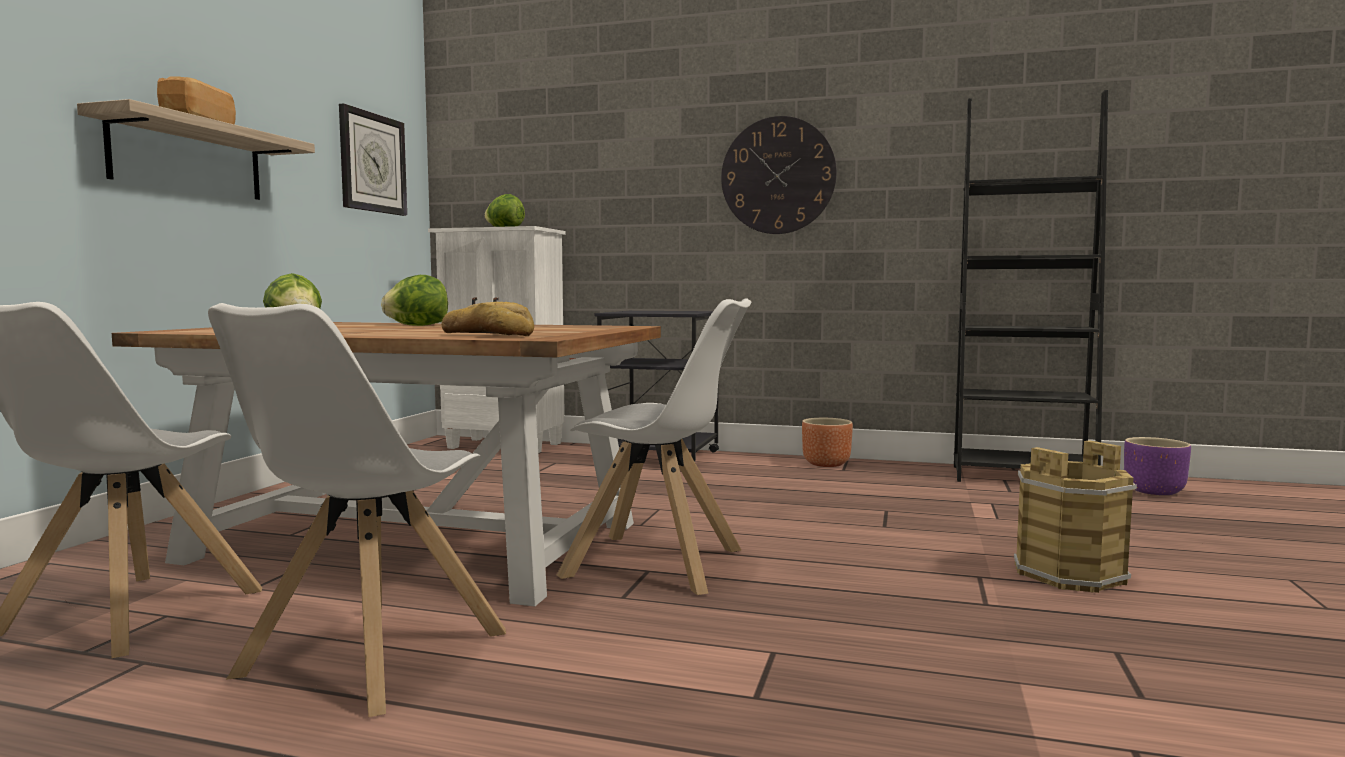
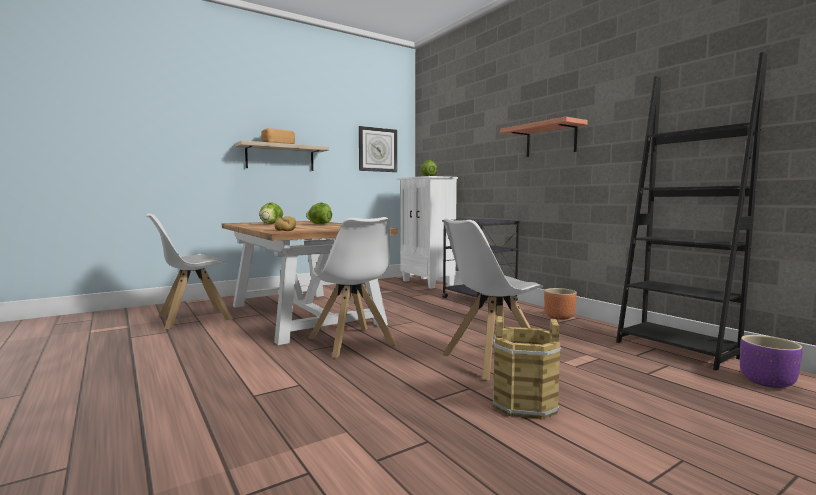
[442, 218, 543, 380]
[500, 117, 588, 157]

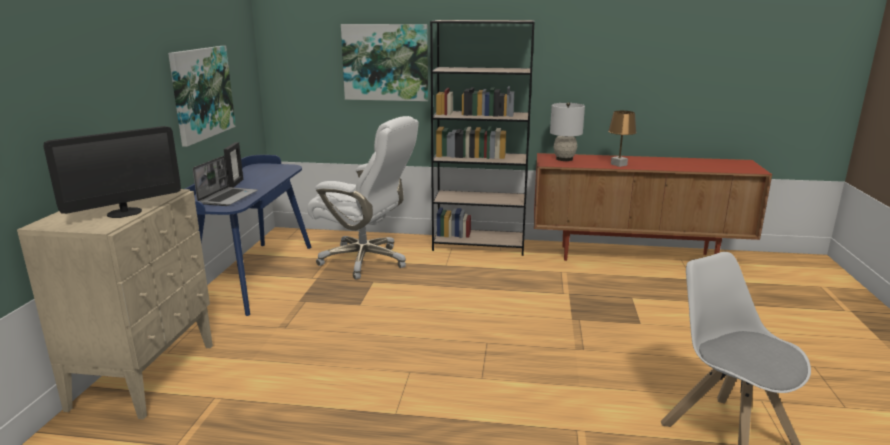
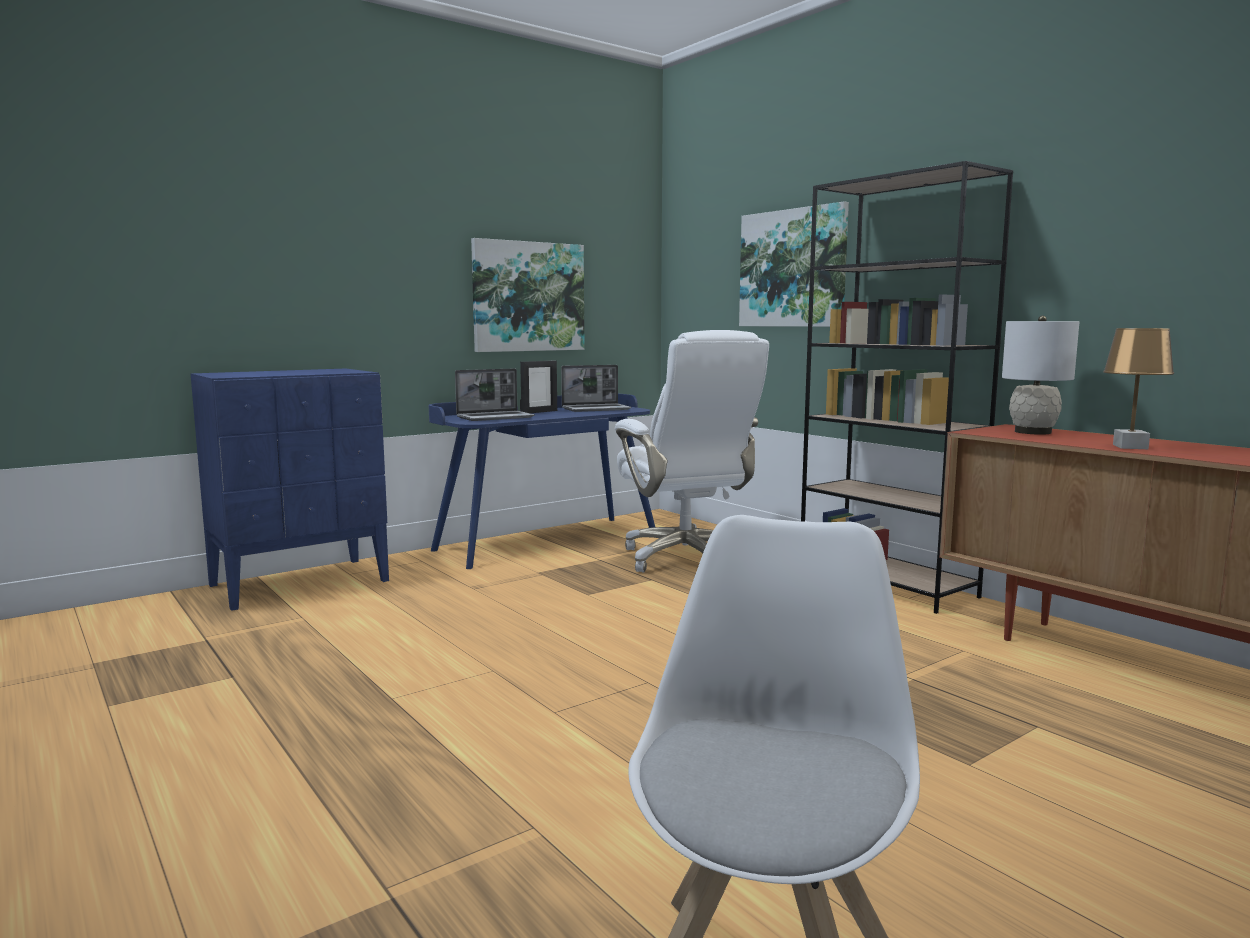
[190, 368, 389, 611]
[43, 126, 181, 218] (first image)
[561, 365, 631, 412]

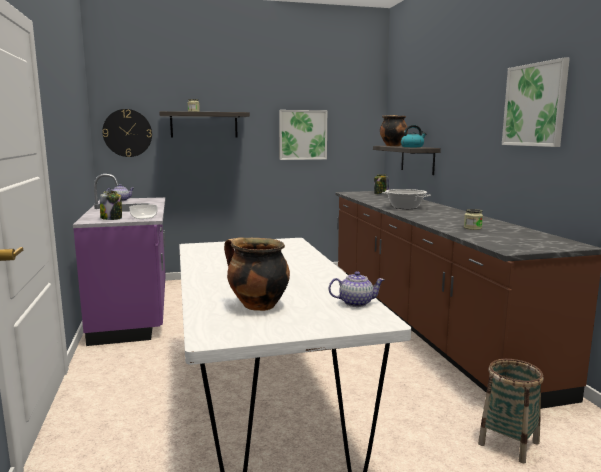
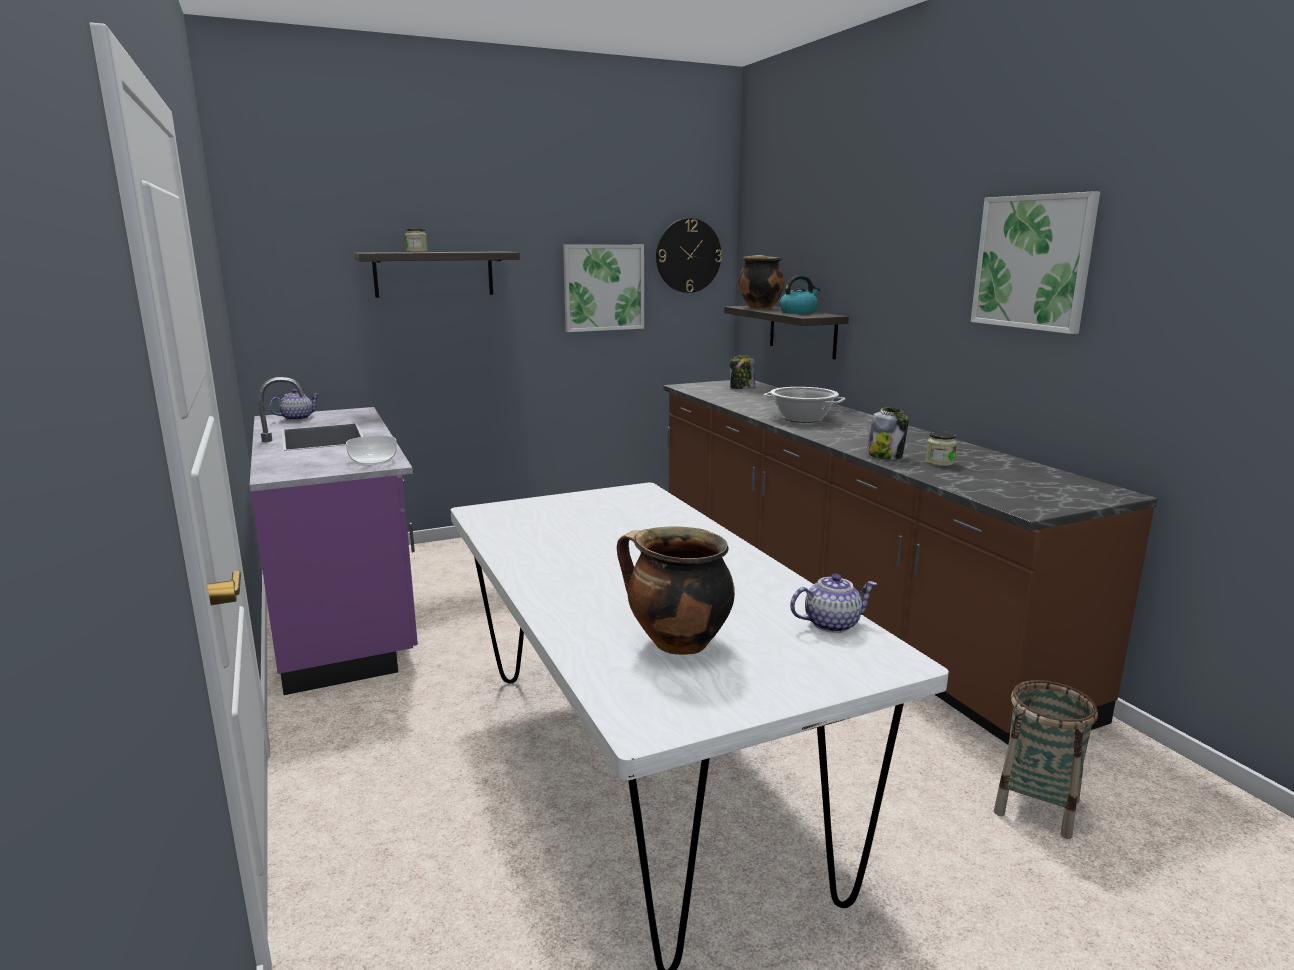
[866, 408, 909, 460]
[656, 218, 722, 293]

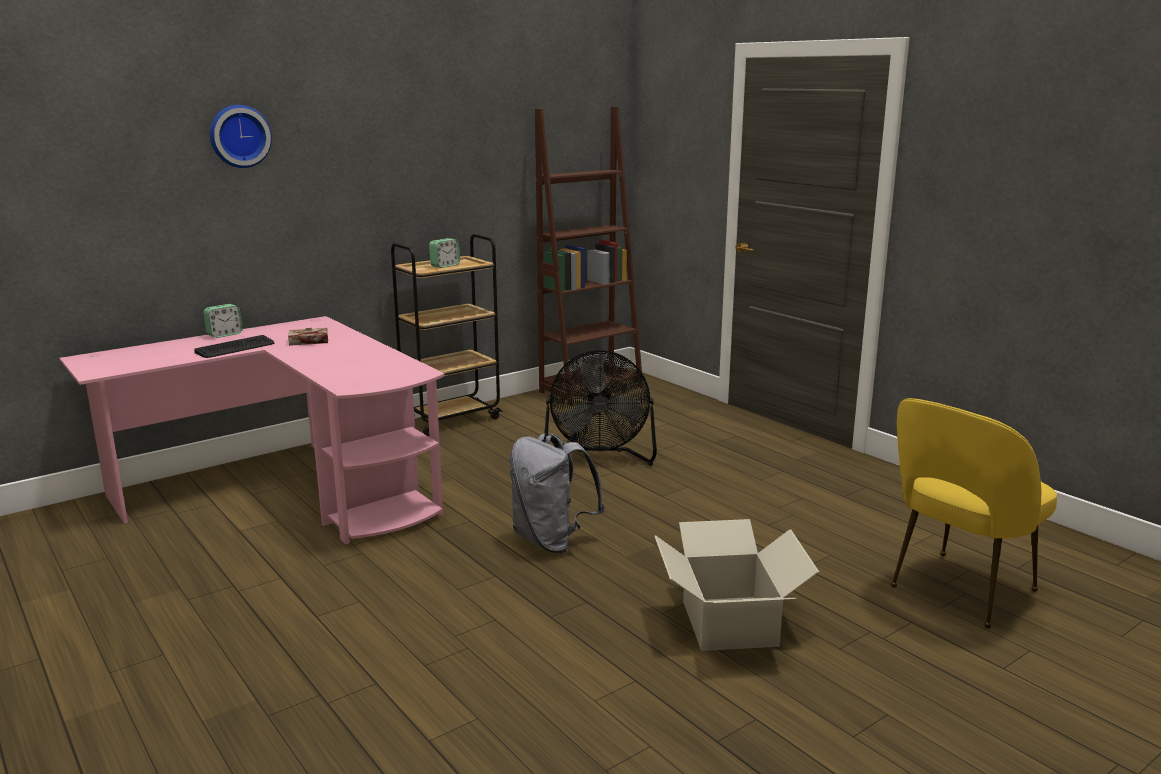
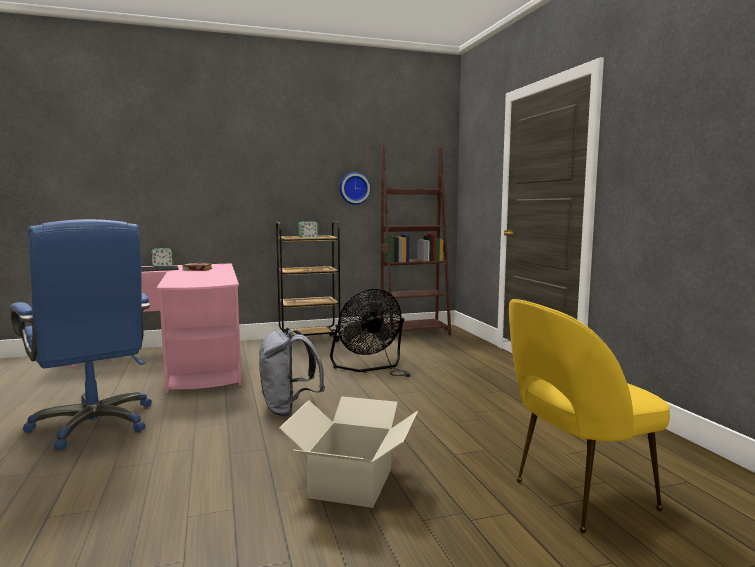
[340, 172, 371, 205]
[330, 289, 410, 377]
[9, 219, 152, 450]

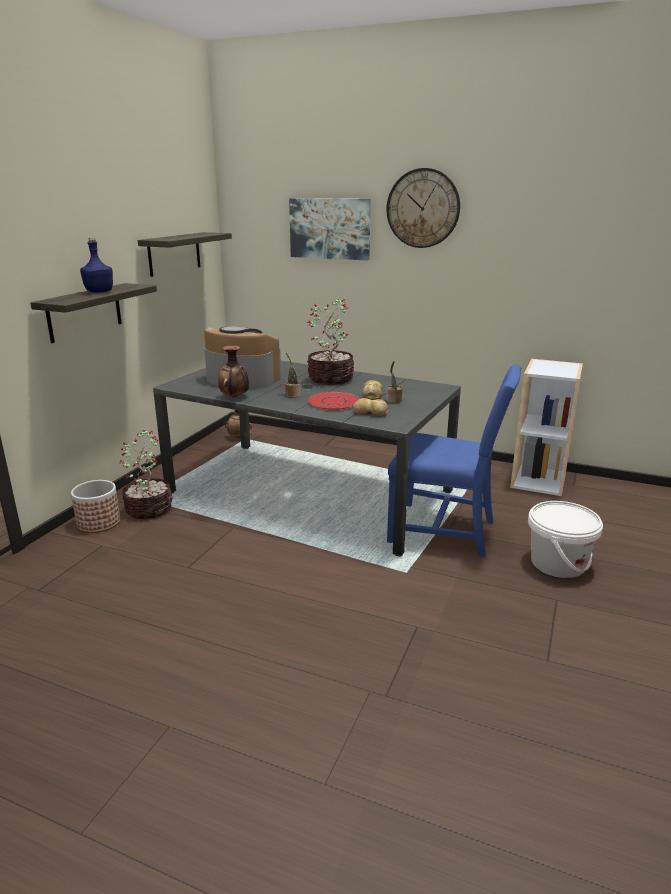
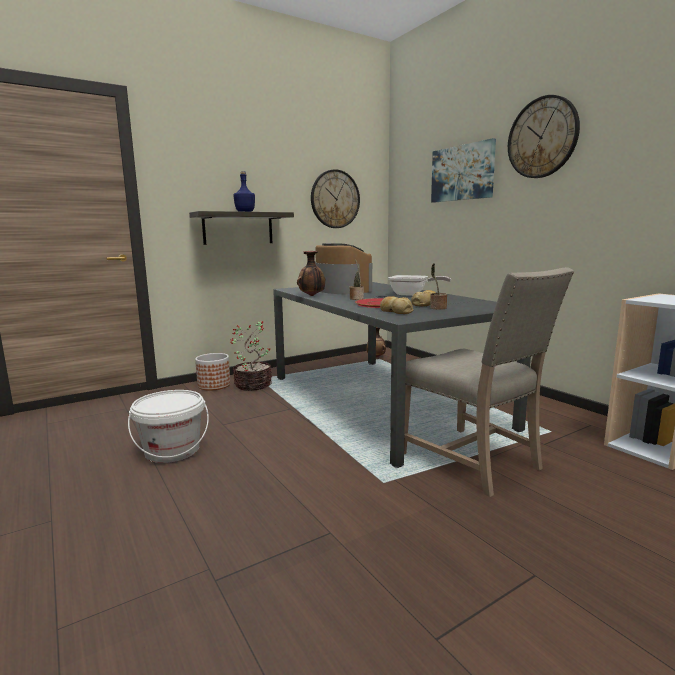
[311, 169, 360, 228]
[388, 275, 451, 296]
[404, 267, 574, 497]
[128, 390, 209, 463]

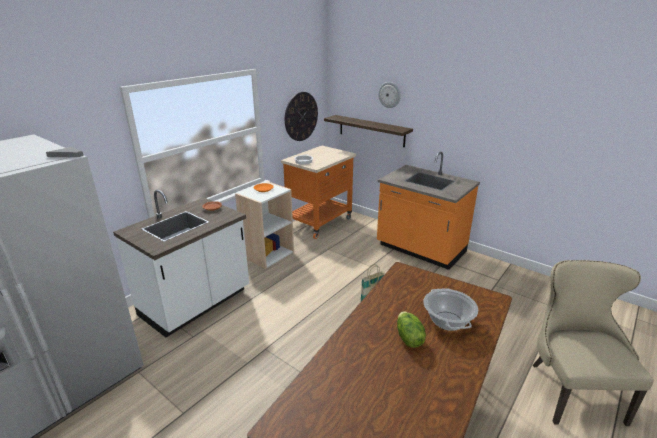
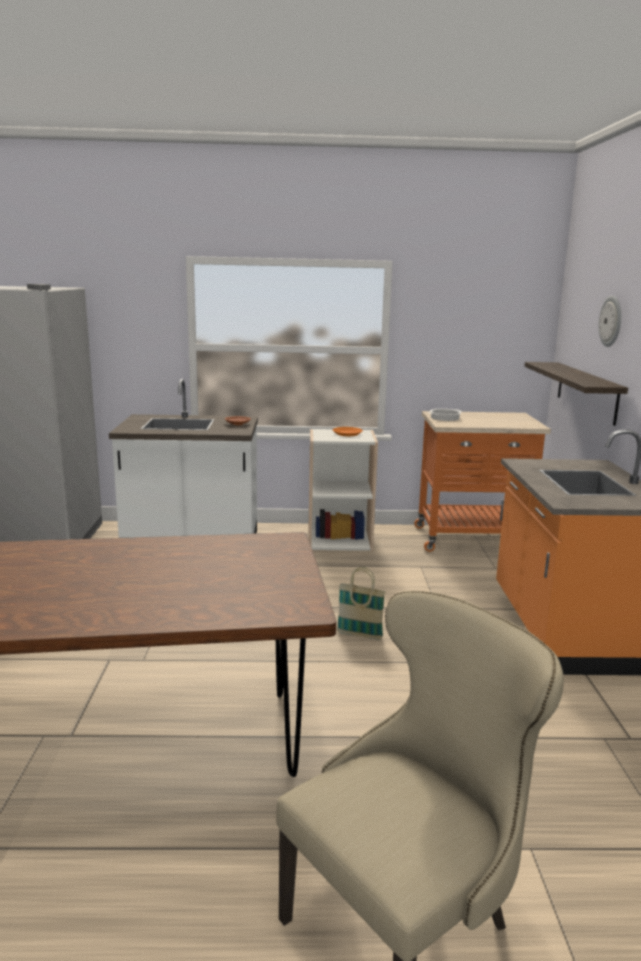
[285, 92, 318, 141] (first image)
[397, 311, 426, 348] (first image)
[424, 288, 478, 331] (first image)

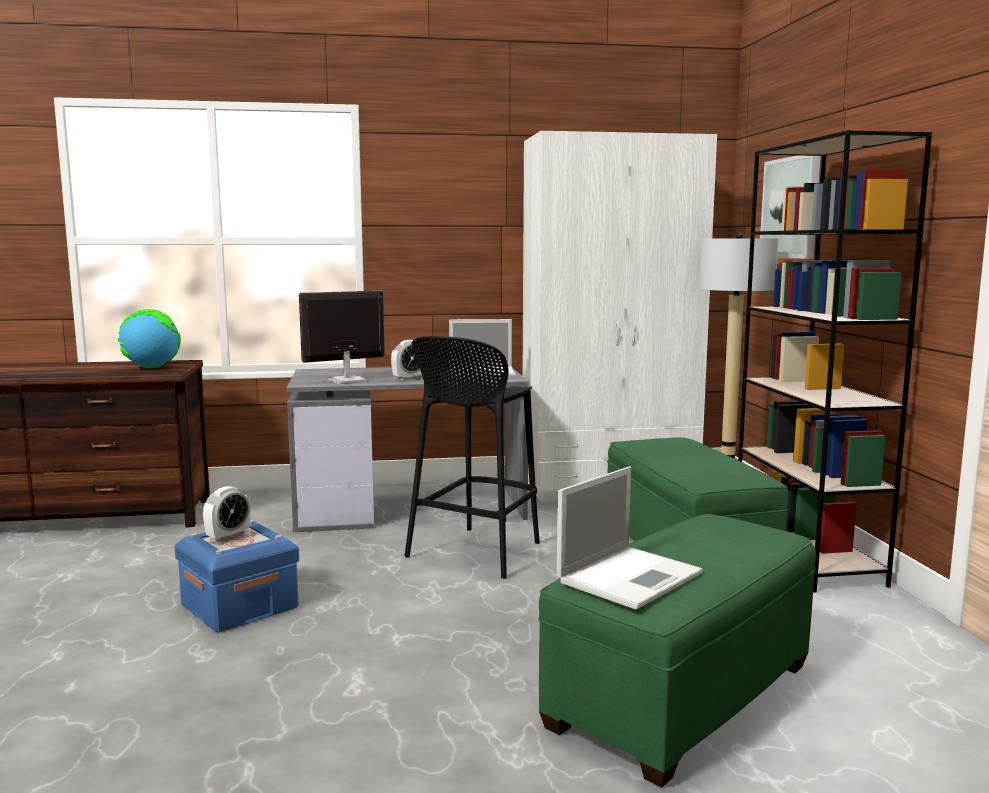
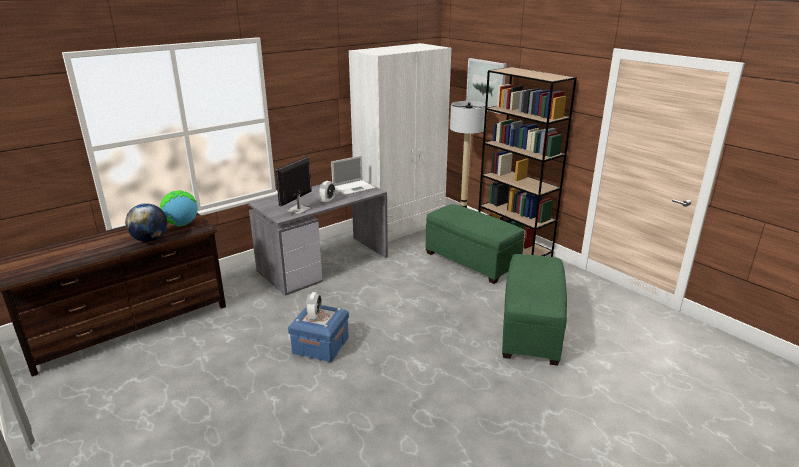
[404, 336, 540, 579] (first image)
[557, 467, 703, 610] (first image)
[125, 203, 167, 242]

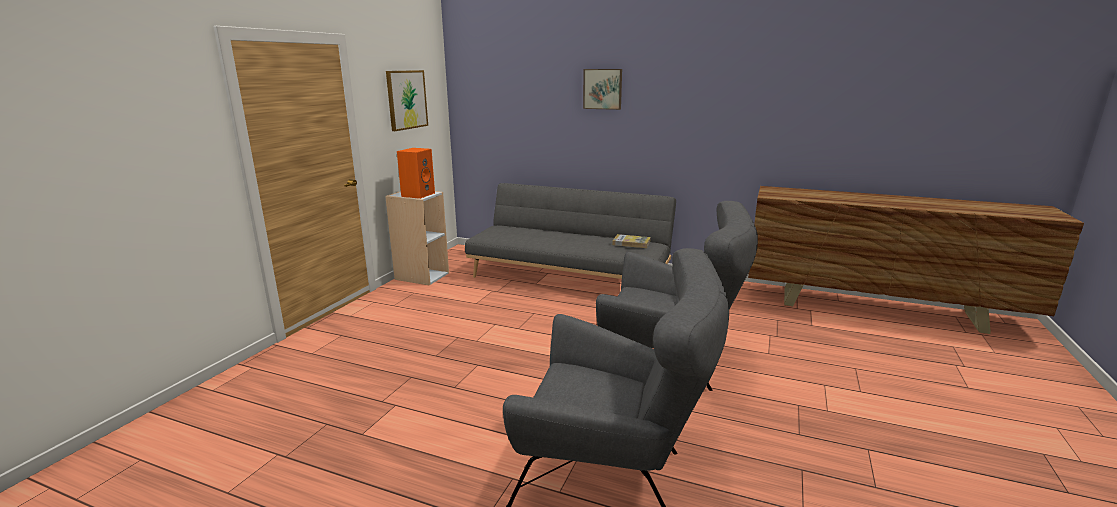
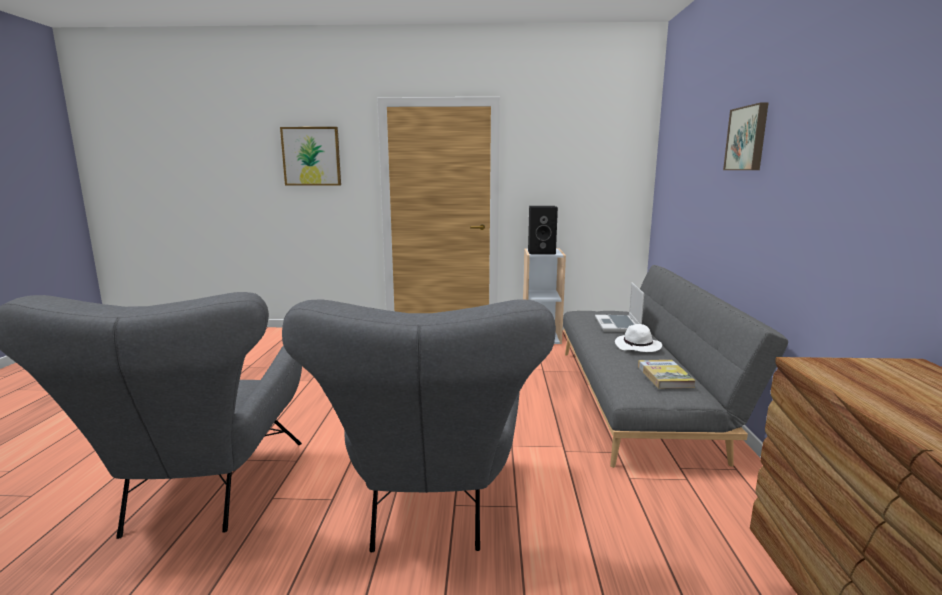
[280, 127, 341, 185]
[528, 206, 558, 255]
[595, 282, 644, 332]
[615, 324, 662, 352]

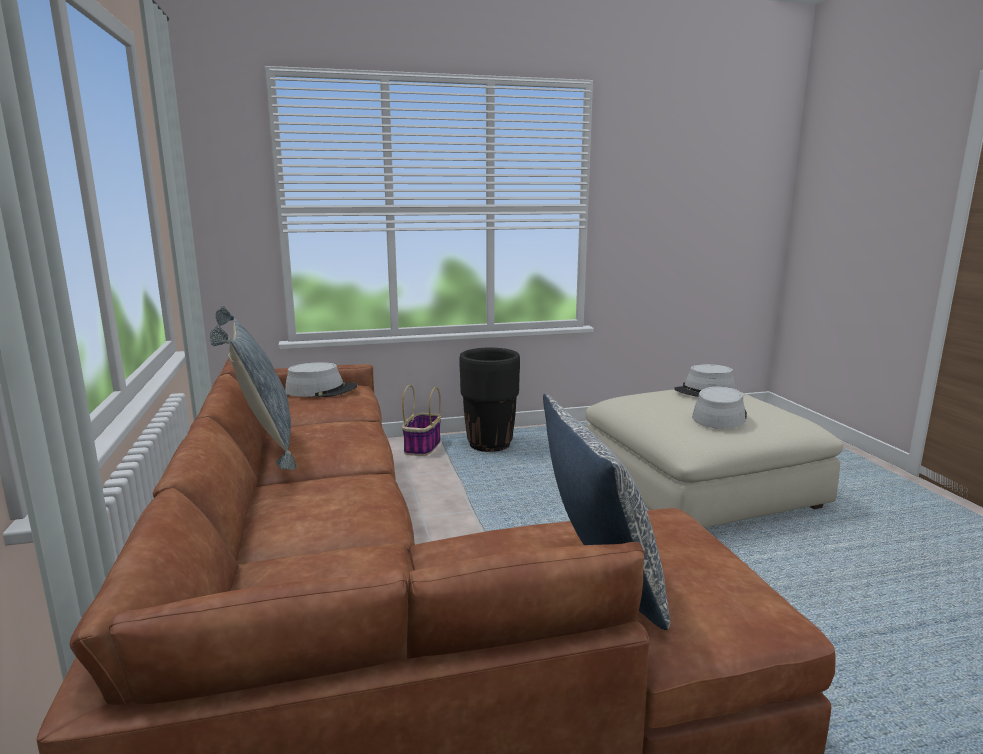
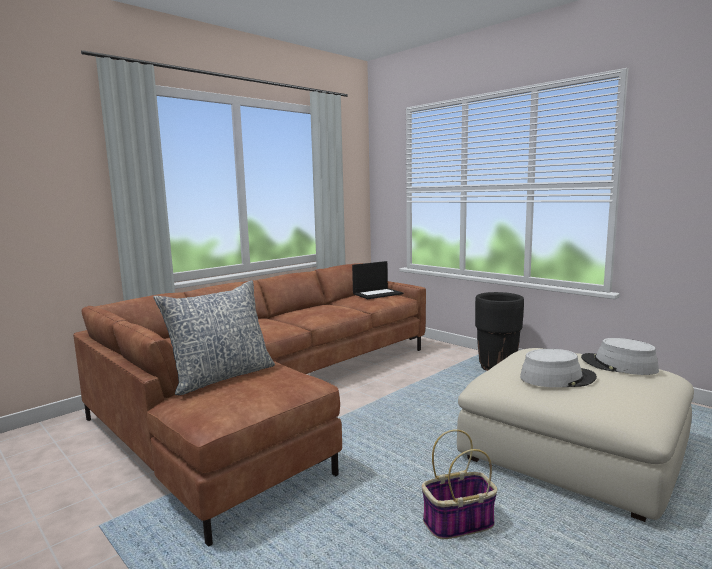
[209, 306, 296, 470] (first image)
[352, 261, 403, 299]
[422, 429, 497, 539]

